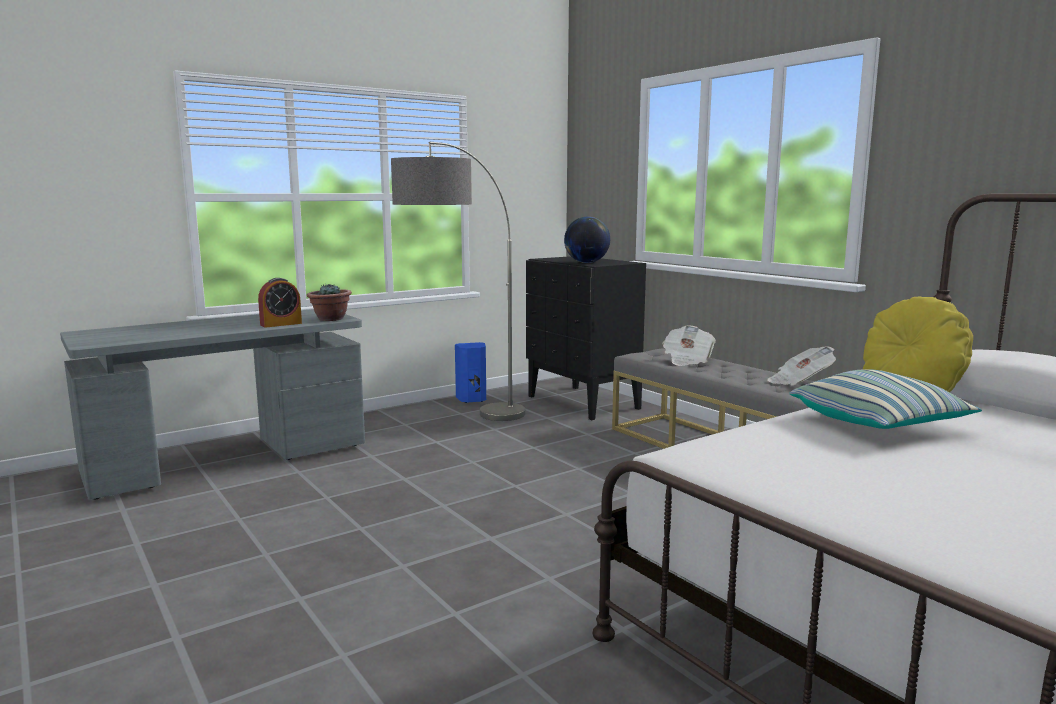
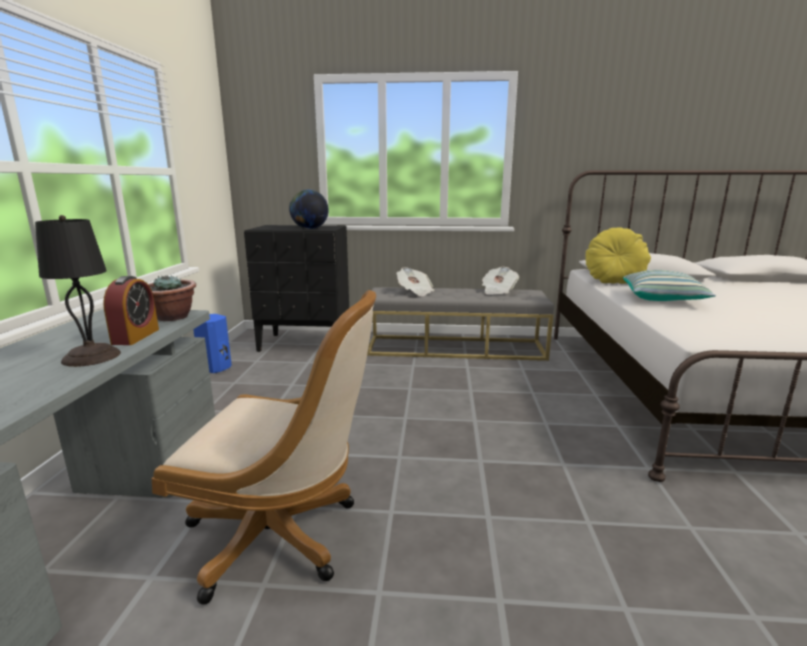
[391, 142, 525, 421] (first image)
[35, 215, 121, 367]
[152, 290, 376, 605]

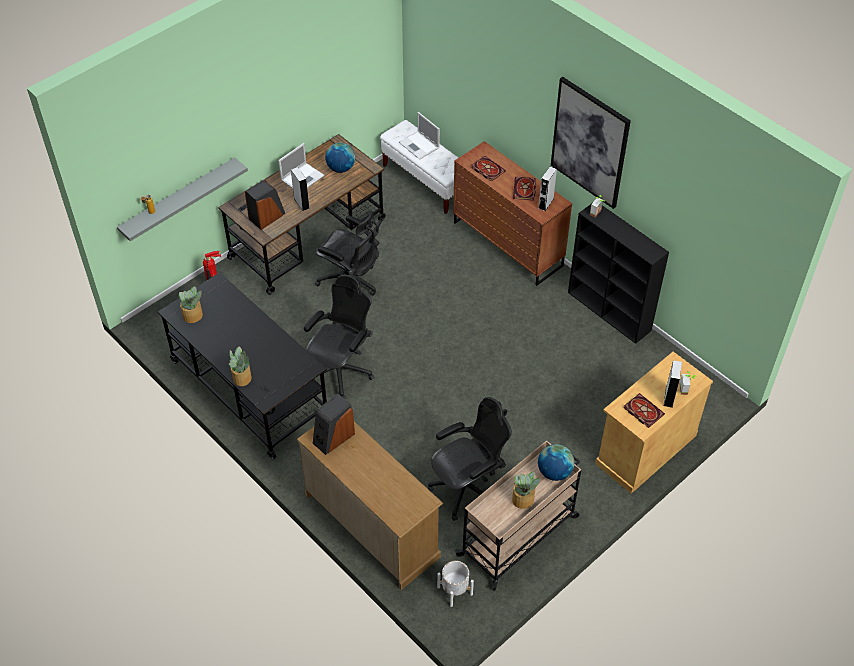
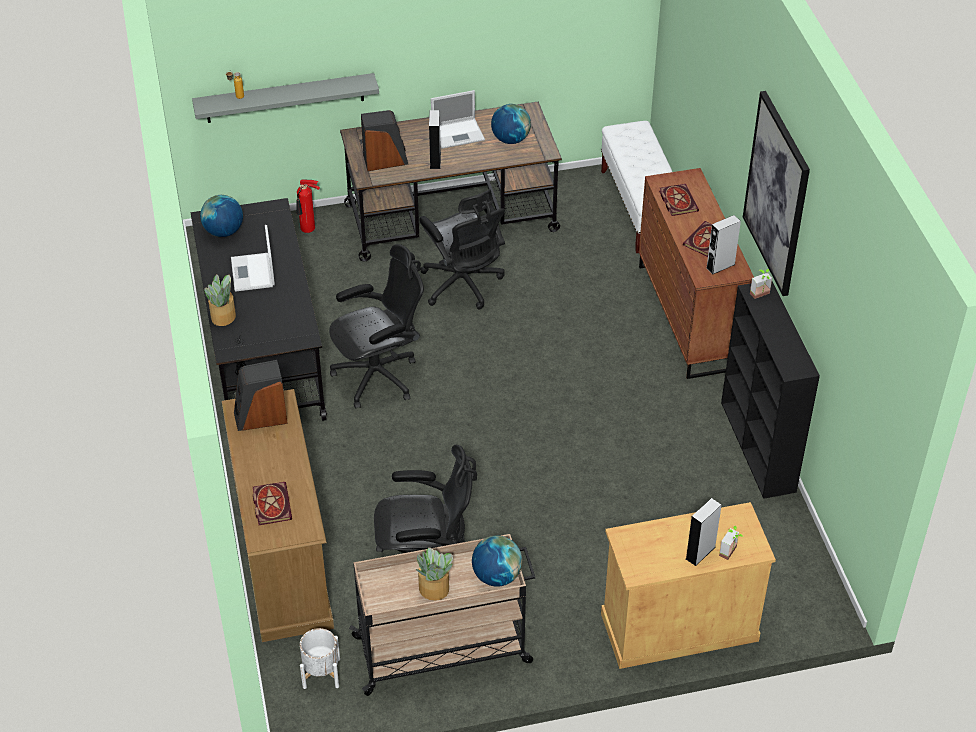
[200, 195, 243, 237]
[231, 225, 275, 292]
[253, 482, 292, 525]

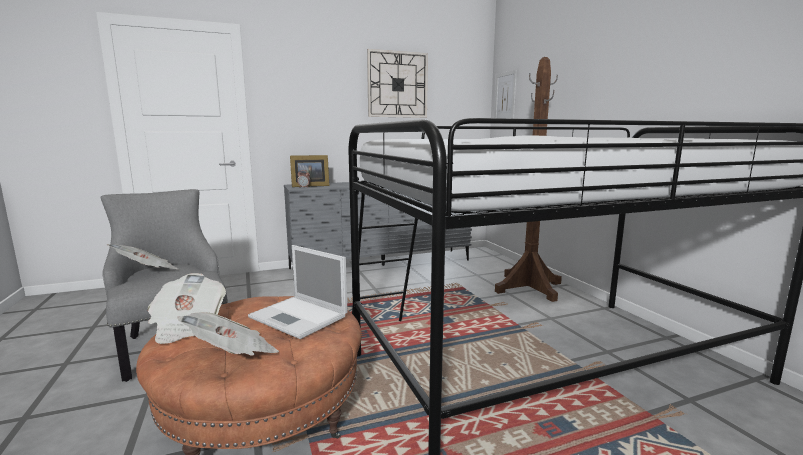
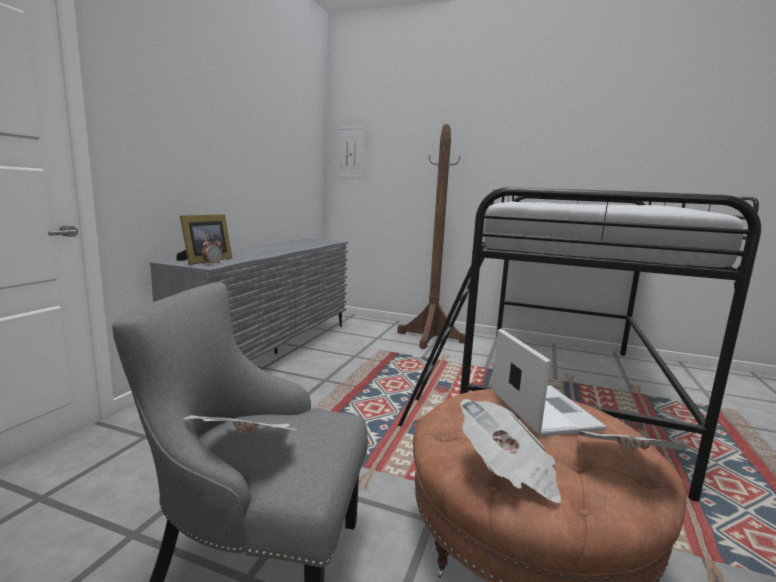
[492, 329, 607, 437]
[367, 49, 428, 118] (first image)

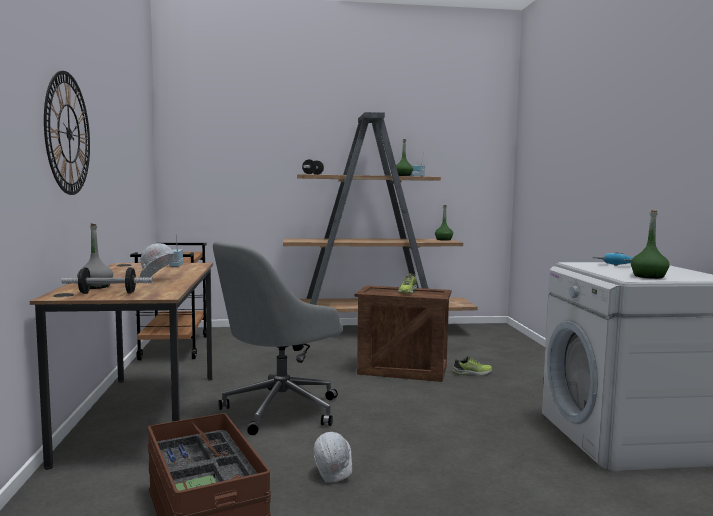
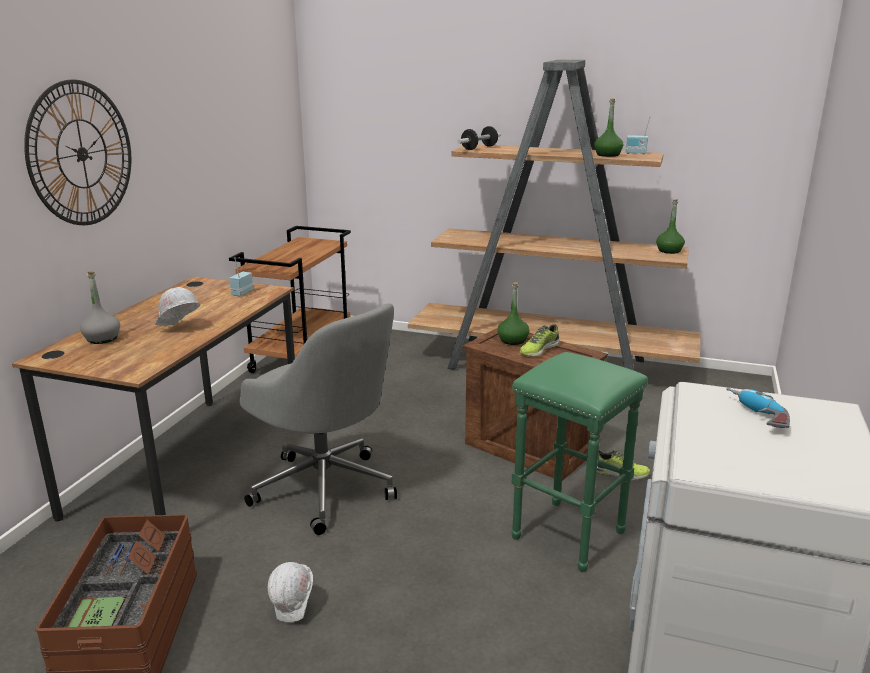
[61, 267, 153, 294] (first image)
[240, 303, 397, 535]
[498, 282, 529, 345]
[512, 352, 648, 572]

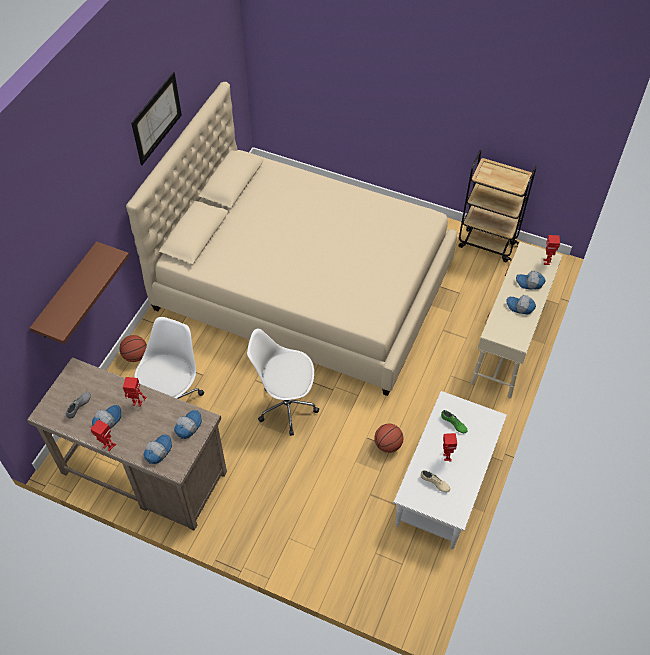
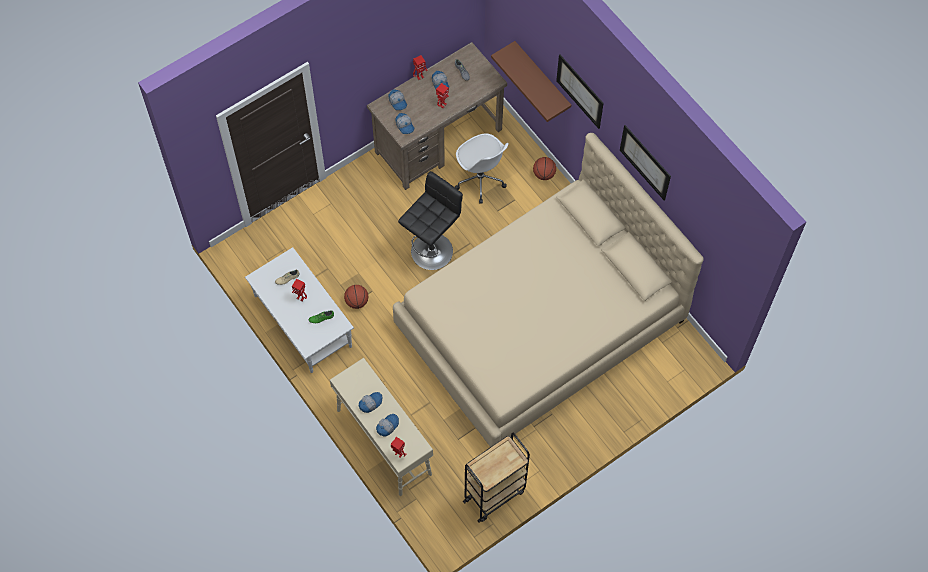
[398, 171, 463, 270]
[556, 54, 604, 129]

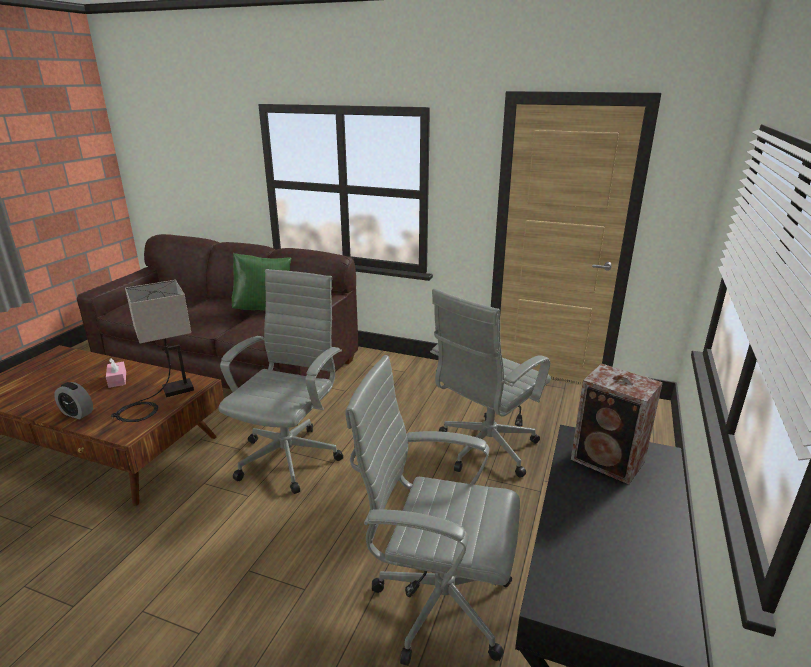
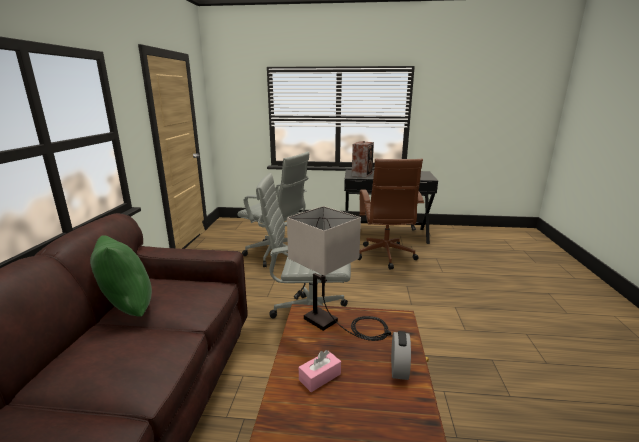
[358, 159, 424, 270]

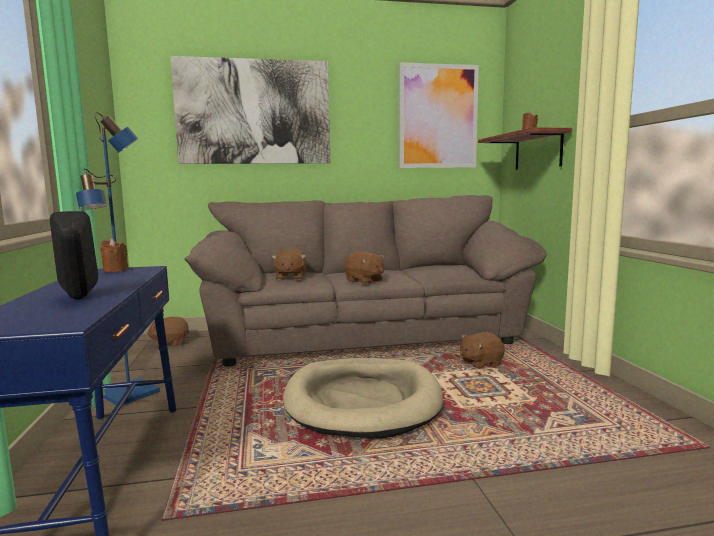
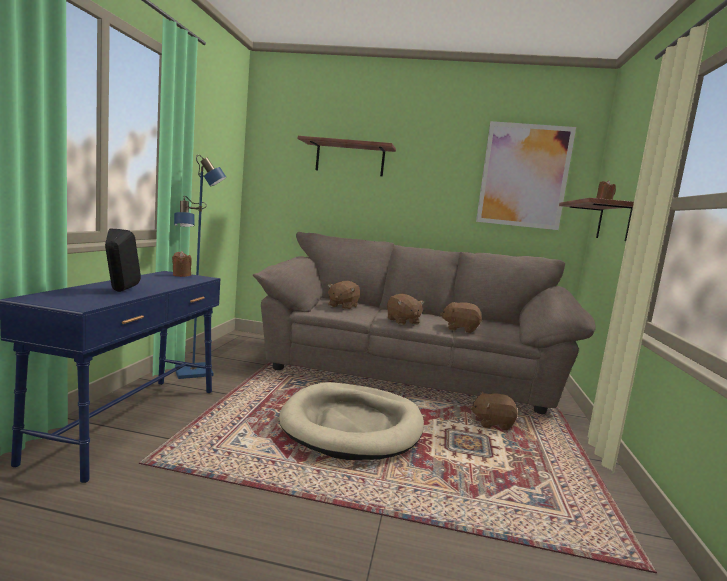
[440, 302, 482, 333]
[298, 136, 396, 176]

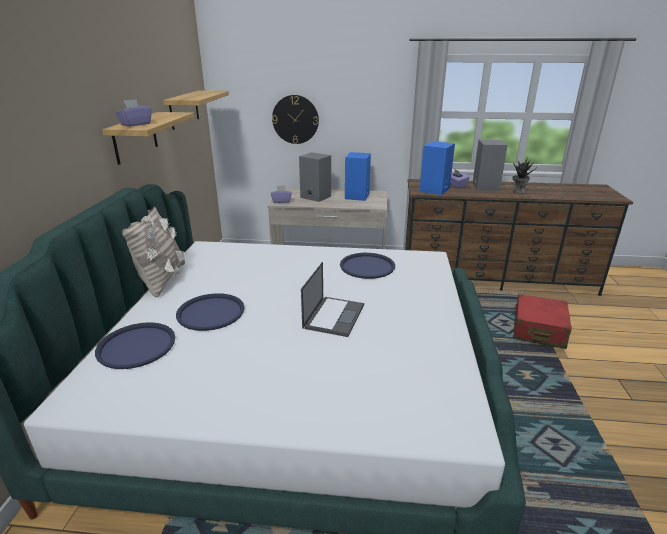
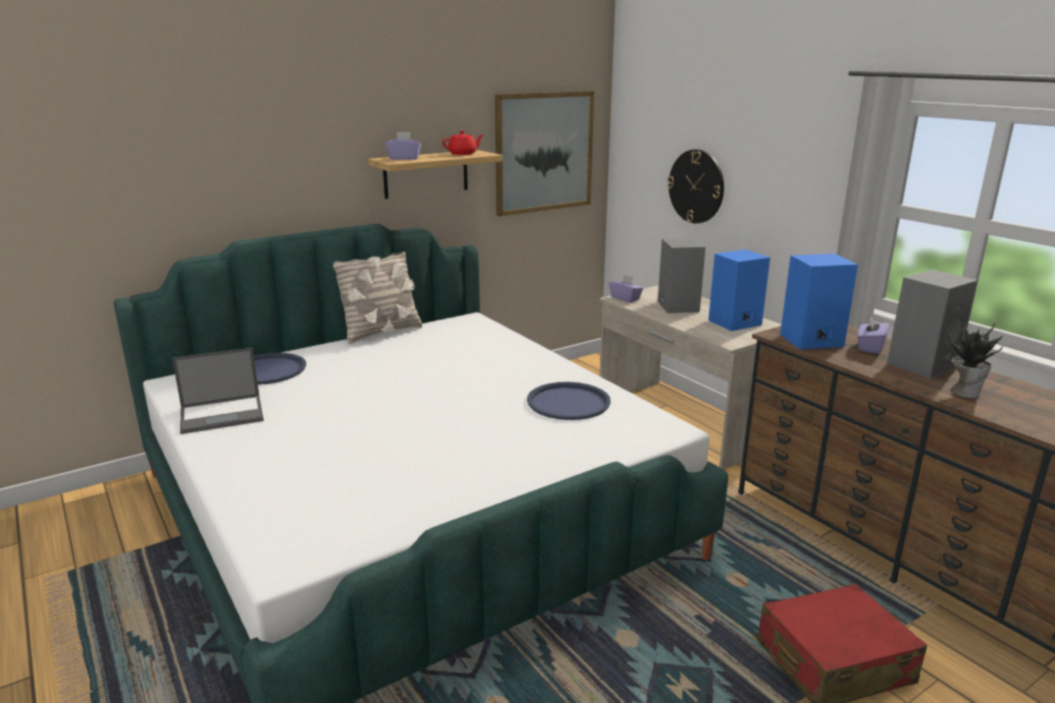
[495, 91, 594, 217]
[176, 293, 245, 331] (first image)
[172, 348, 264, 434]
[442, 131, 484, 155]

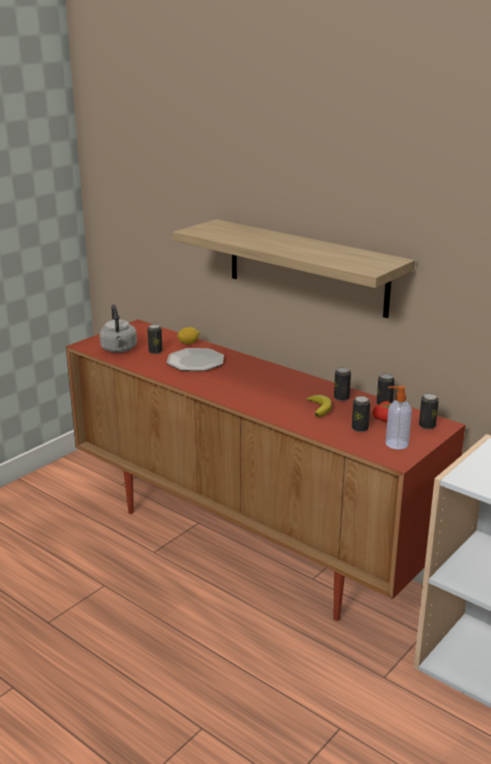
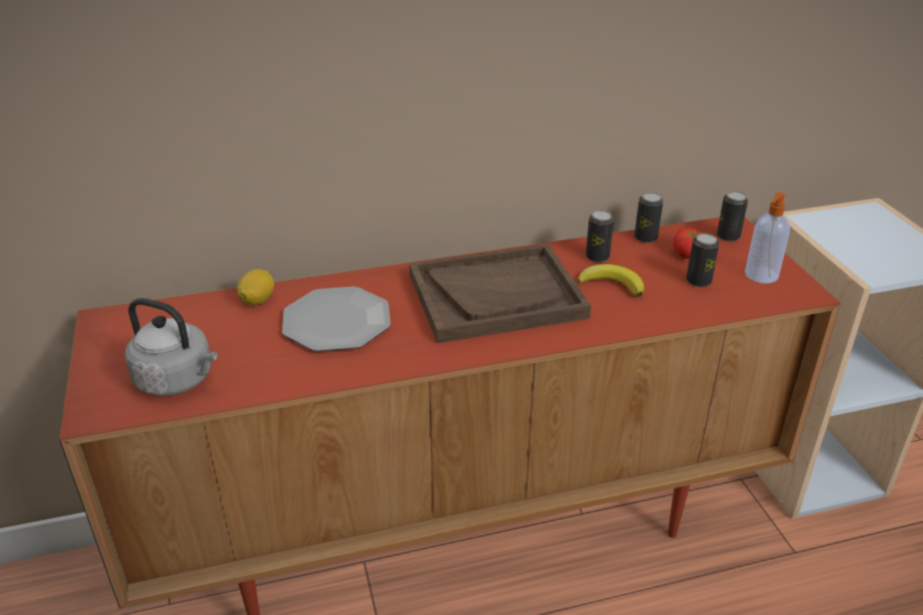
[147, 324, 162, 354] (first image)
[173, 219, 415, 318] (first image)
[409, 244, 591, 343]

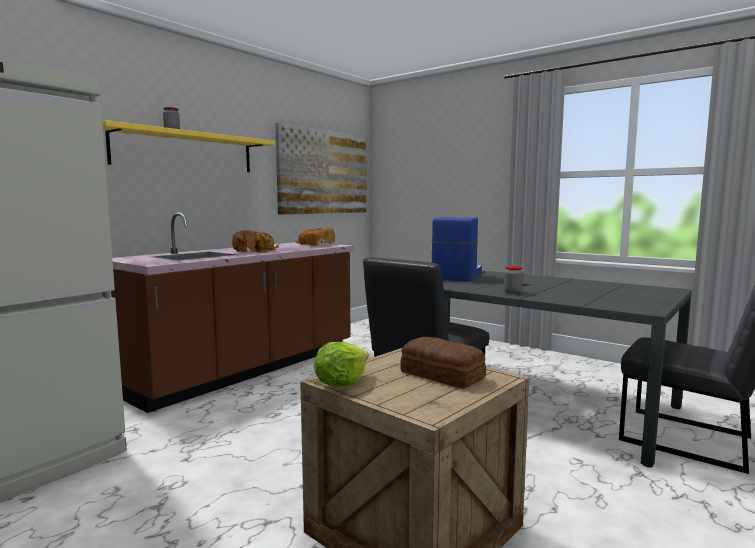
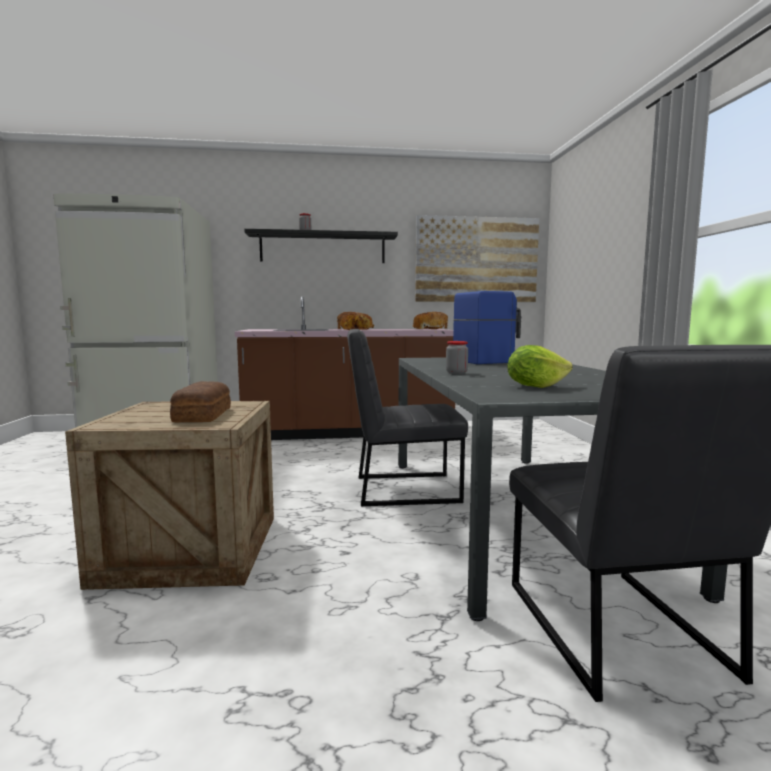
[244, 229, 398, 263]
[507, 345, 573, 388]

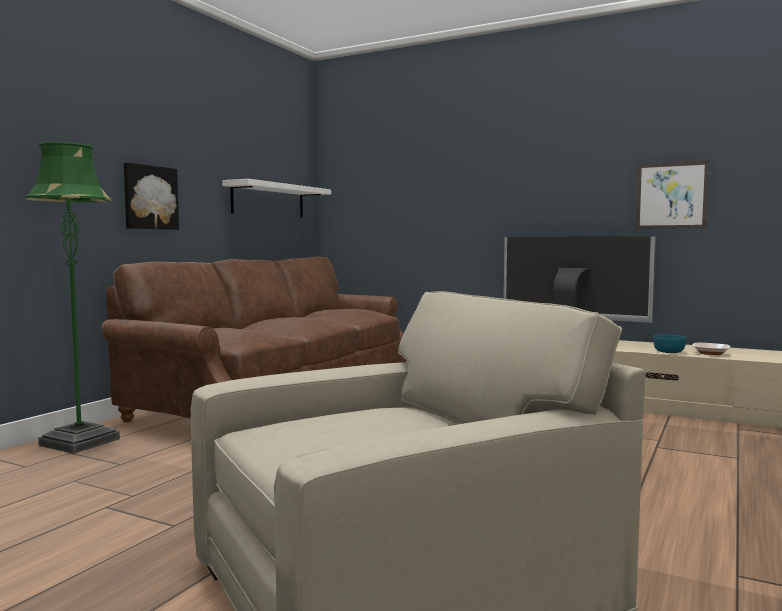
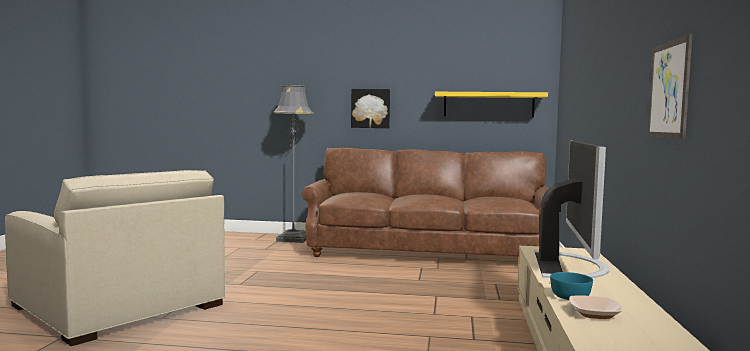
[273, 85, 314, 243]
[435, 92, 548, 118]

